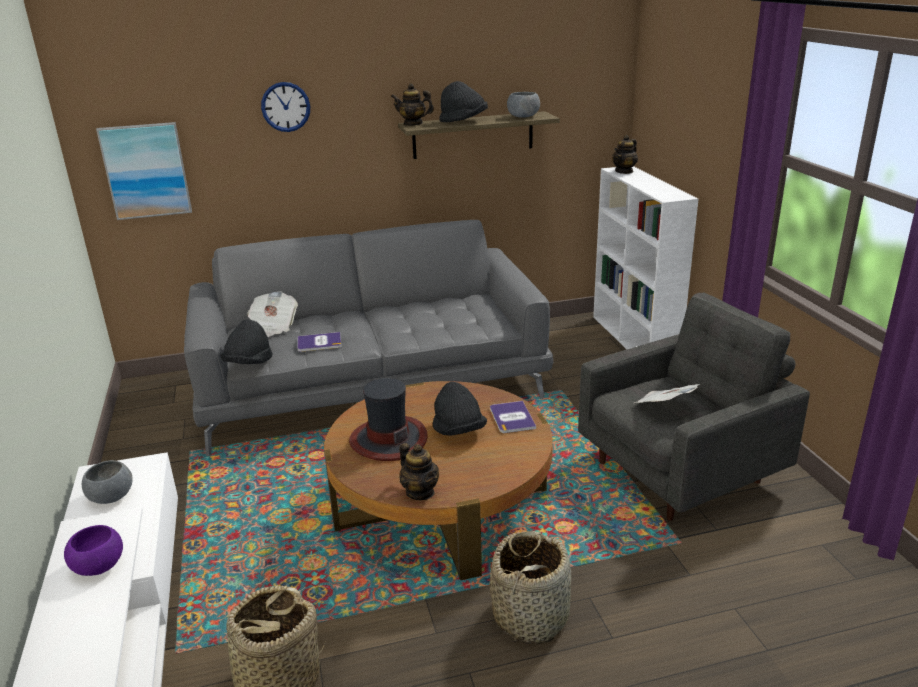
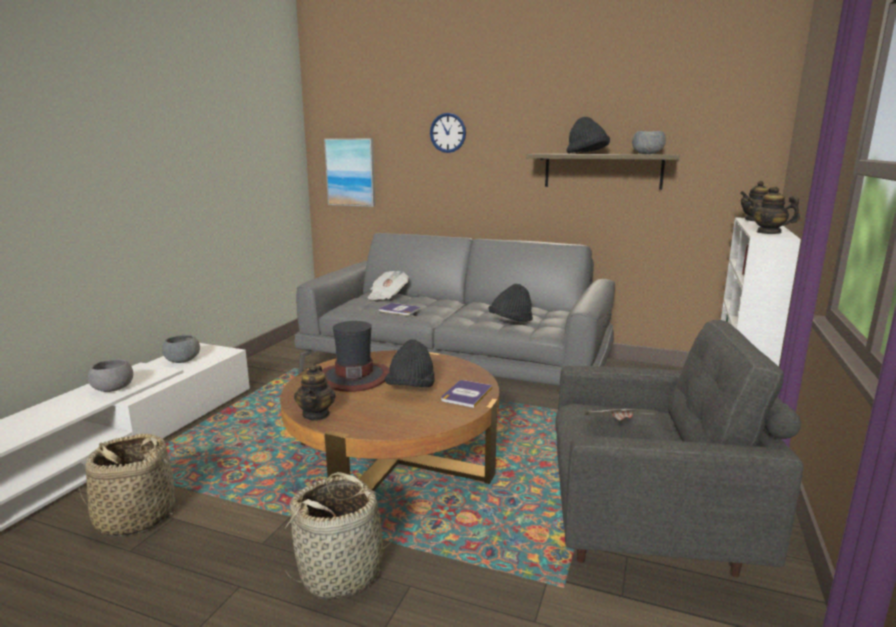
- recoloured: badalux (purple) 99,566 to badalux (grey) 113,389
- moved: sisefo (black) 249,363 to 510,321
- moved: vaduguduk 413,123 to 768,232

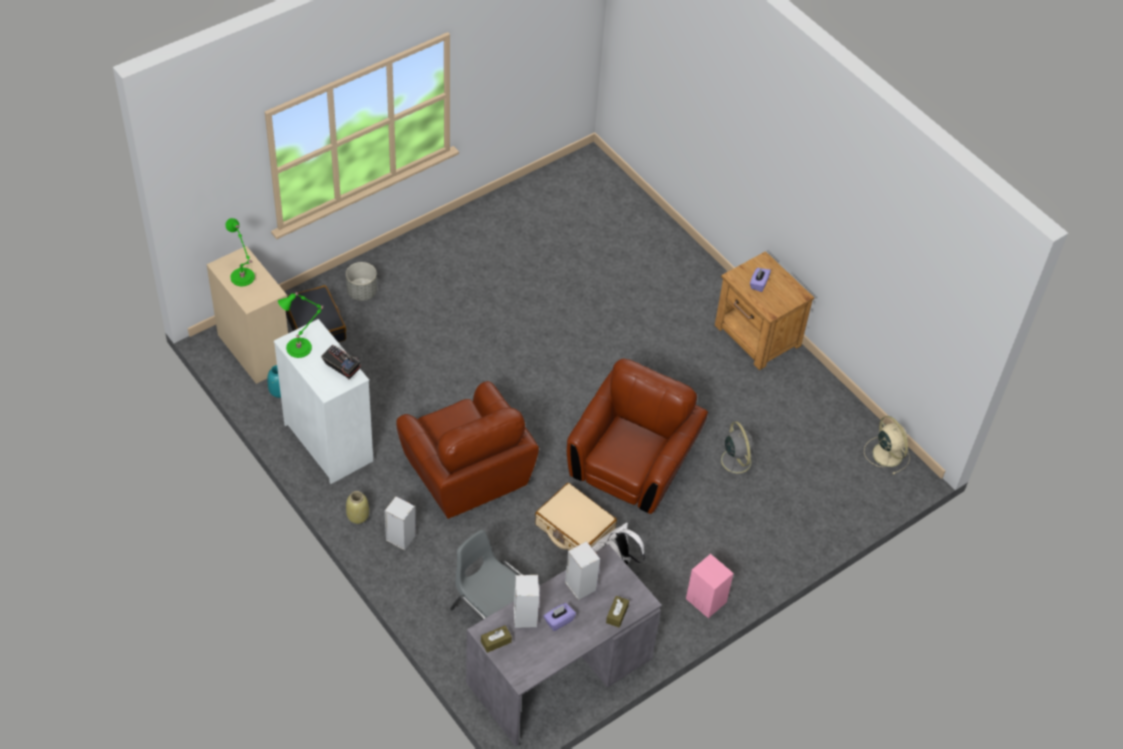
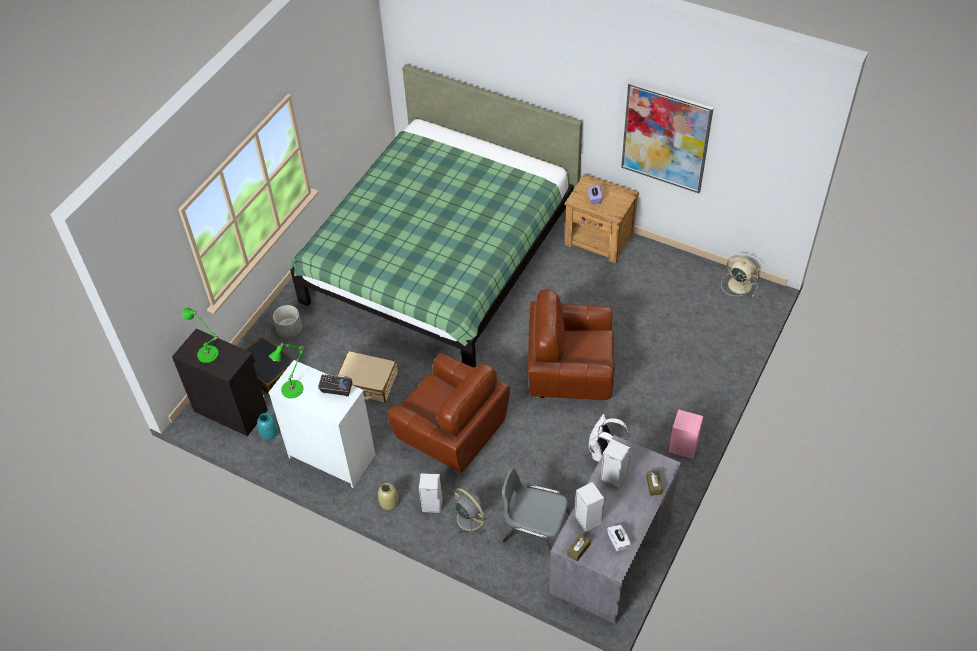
- recoloured: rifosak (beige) 255,349 to rifosak (black) 231,409
- added: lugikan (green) 440,258
- moved: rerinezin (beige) 574,528 to 367,382
- moved: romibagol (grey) 735,459 to 469,517
- turned: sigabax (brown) 631,466 = 569,372 90 degrees counterclockwise
- added: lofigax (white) 618,541
- added: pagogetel 665,138
- removed: lofigax (purple) 558,621

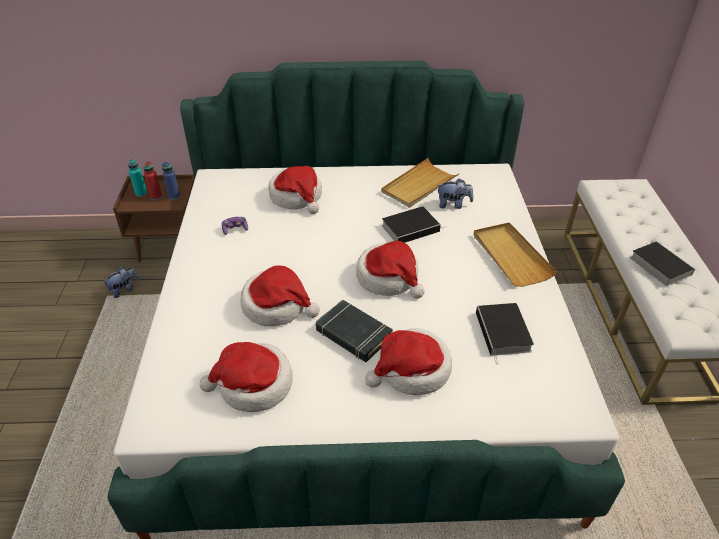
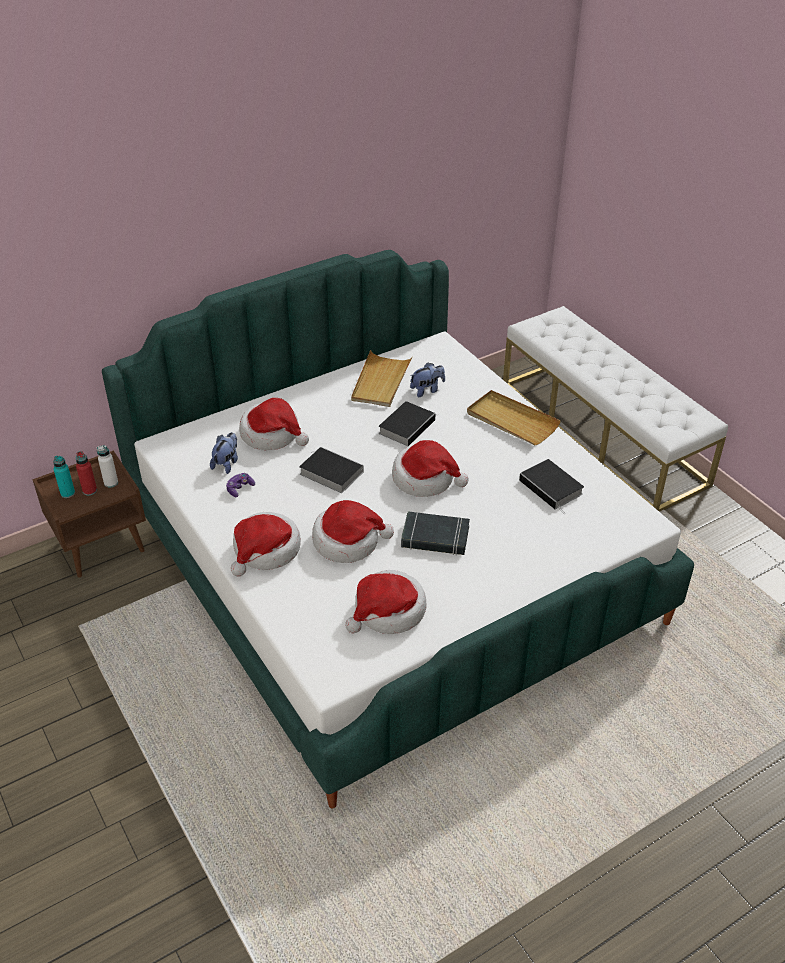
- recoloured: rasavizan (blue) 174,196 to rasavizan (white) 111,483
- moved: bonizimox 124,289 to 226,463
- moved: sisefo 411,370 to 266,550
- moved: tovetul 658,265 to 329,472

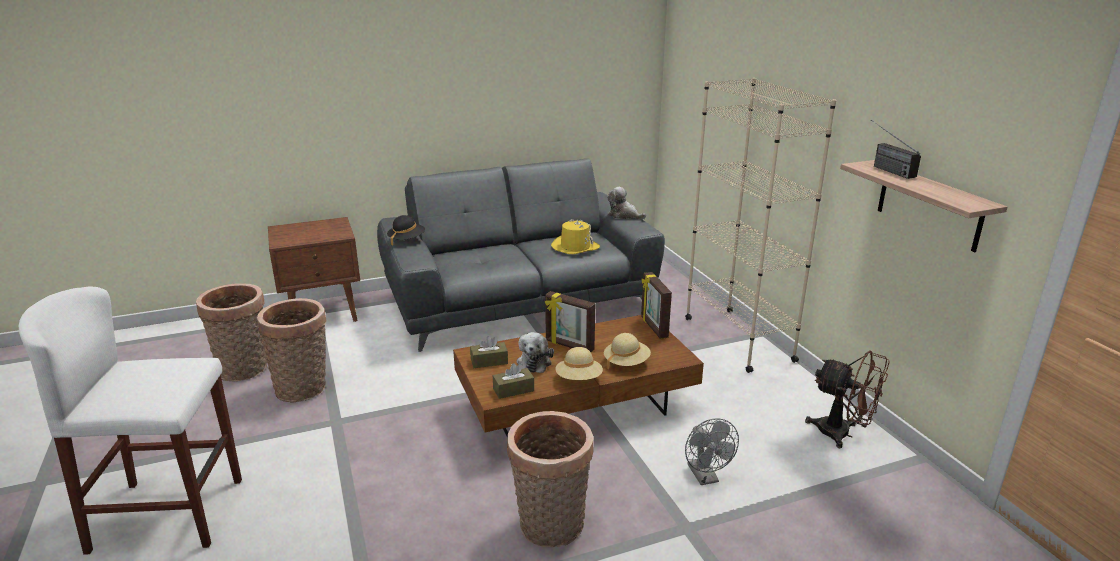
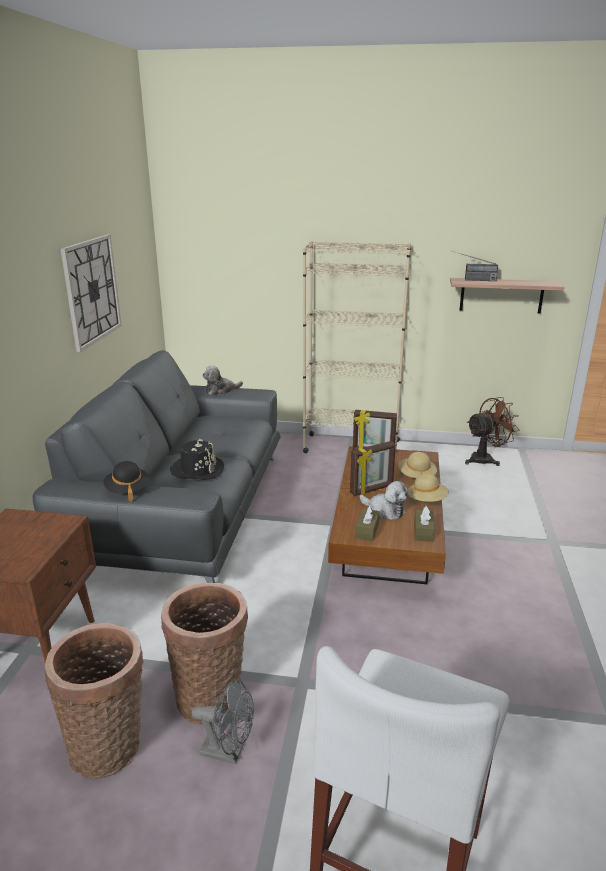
- added: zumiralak 92,291
- added: sisefo (black) 197,470
- moved: romibagol (grey) 705,477 to 228,751
- removed: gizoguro 550,528
- removed: sisefo (yellow) 575,247

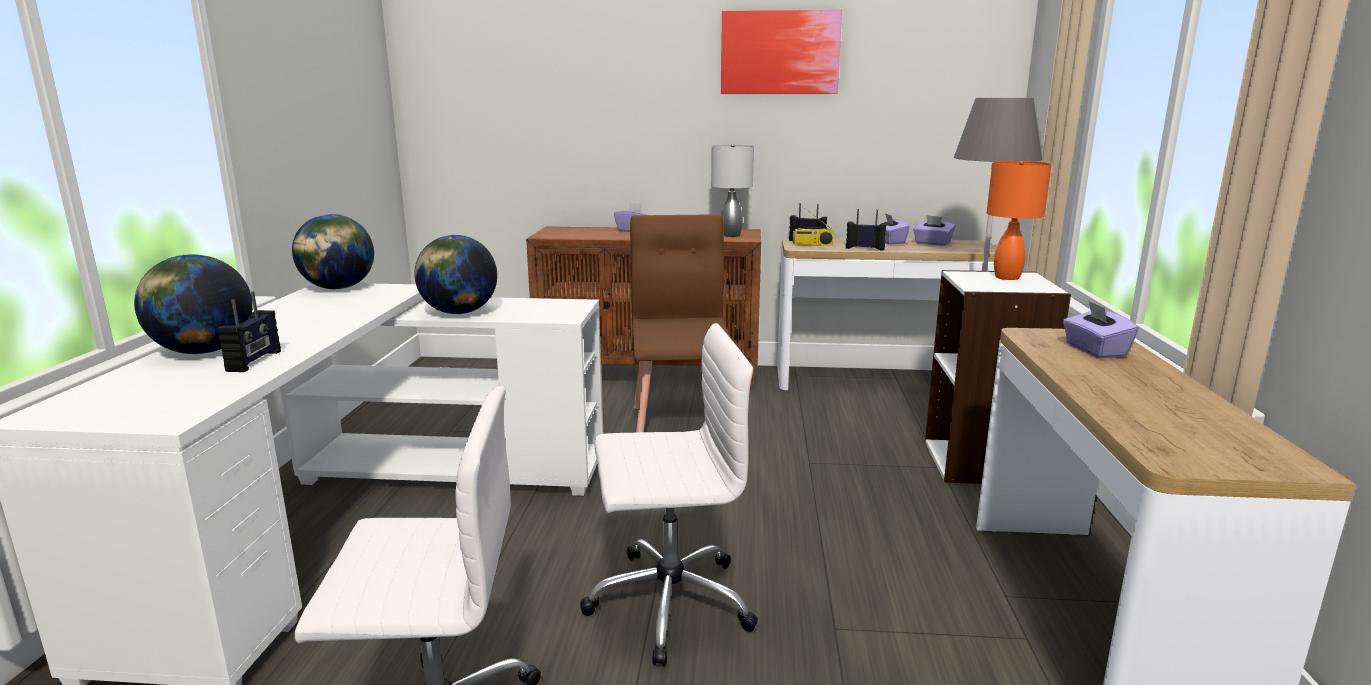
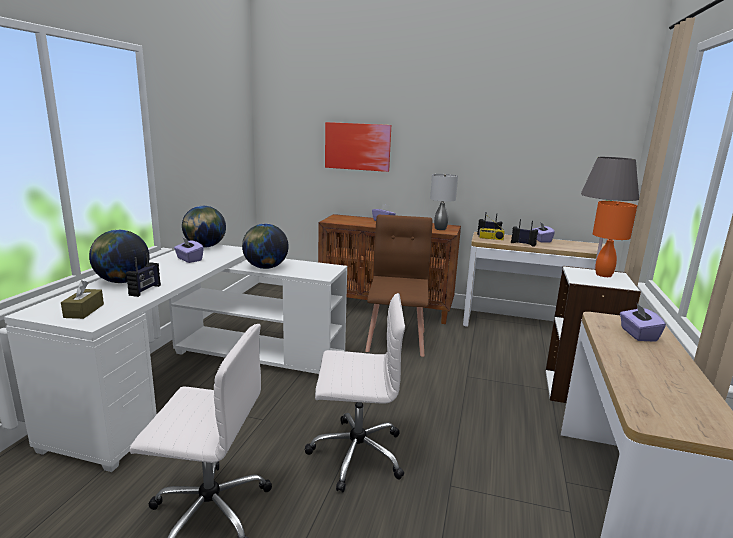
- added: lofigax (brown) 84,311
- moved: lofigax (purple) 932,243 to 189,259
- moved: pagogetel 780,53 to 357,146

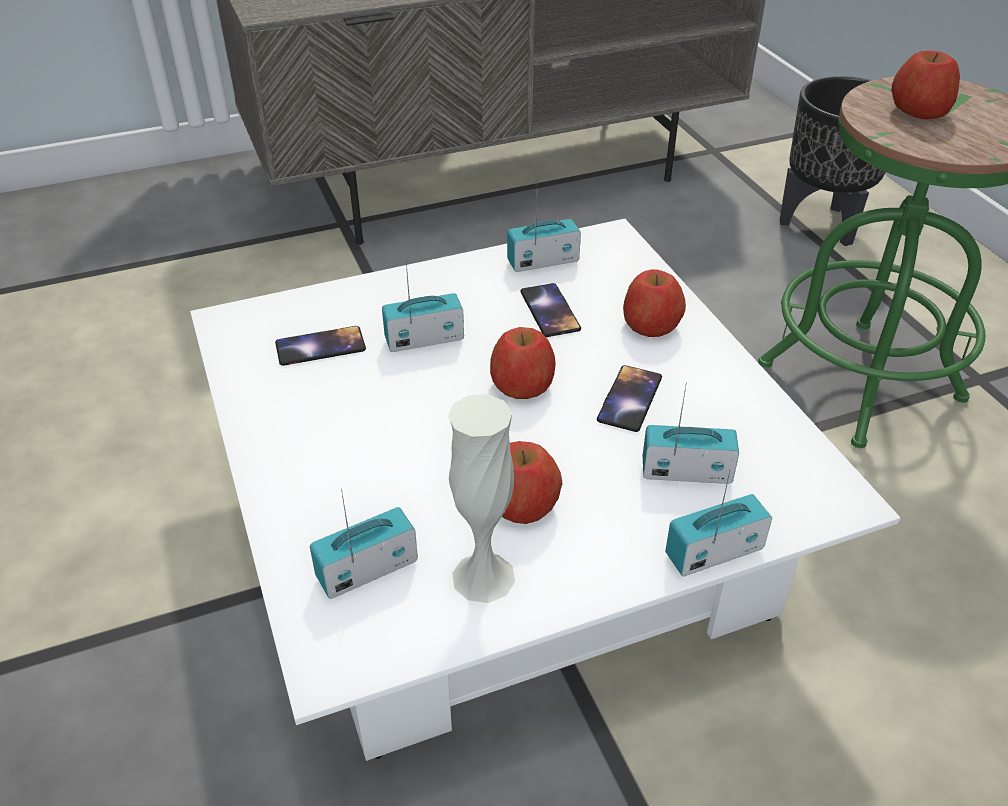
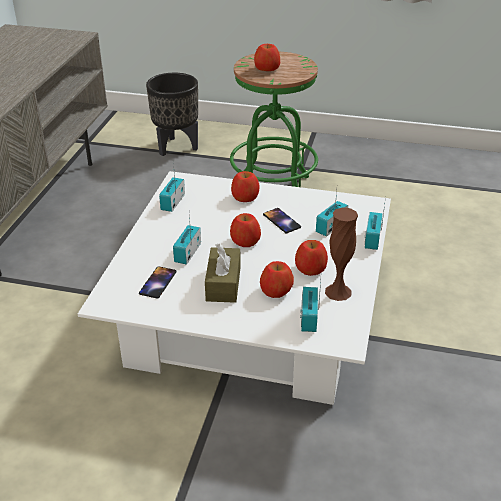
- added: lofigax (brown) 223,284
- added: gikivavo 276,291
- recoloured: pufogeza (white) 483,577 to pufogeza (brown) 338,292
- removed: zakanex 550,310

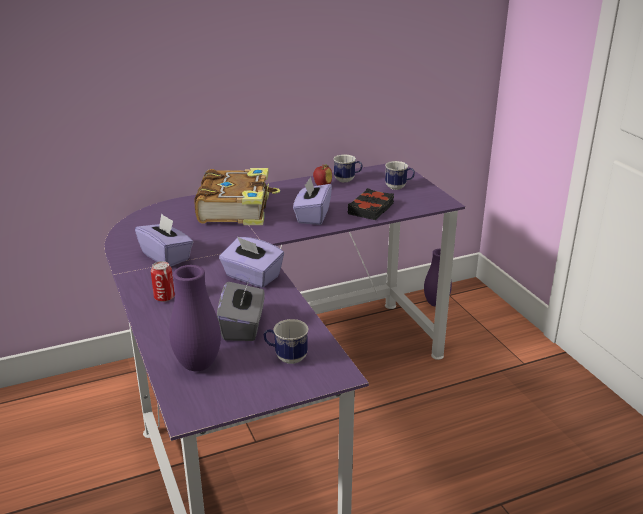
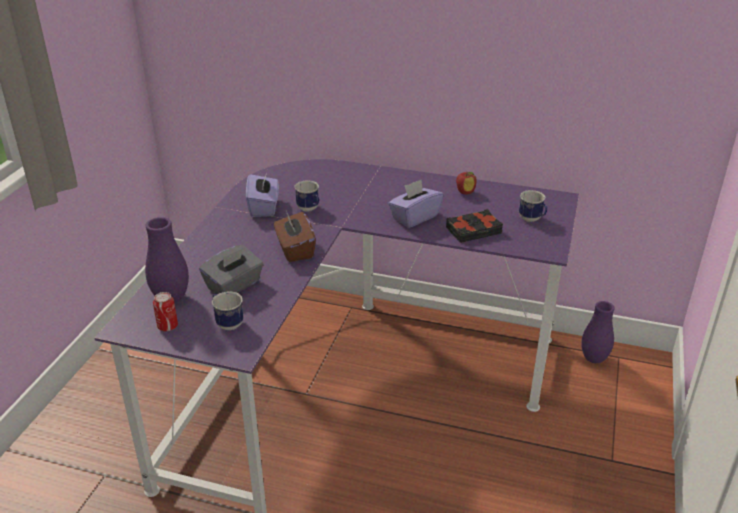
- moved: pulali 164,297 to 167,326
- recoloured: lofigax (purple) 252,277 to lofigax (brown) 295,250
- moved: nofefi 347,180 to 309,209
- removed: tovetul 236,208

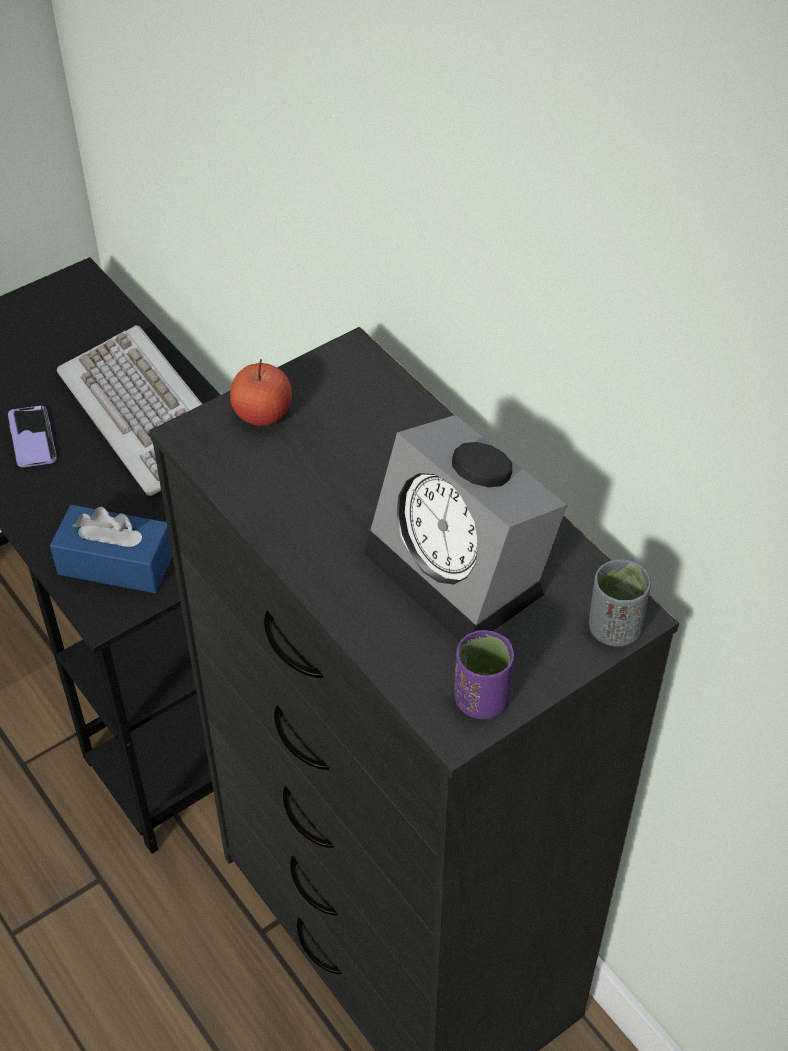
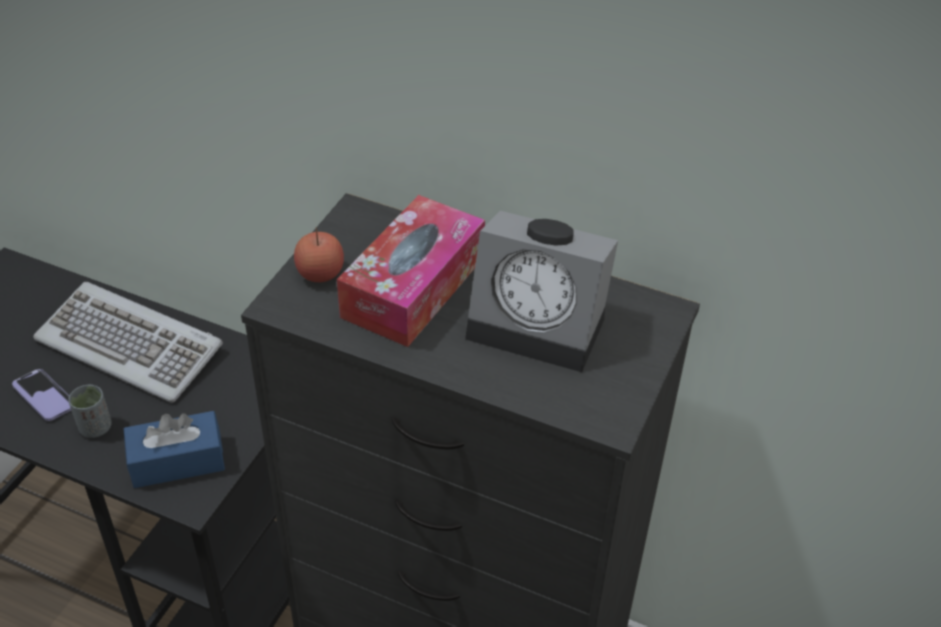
- moved: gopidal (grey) 614,628 to 95,427
- added: lofigax 413,287
- removed: gopidal (purple) 481,700

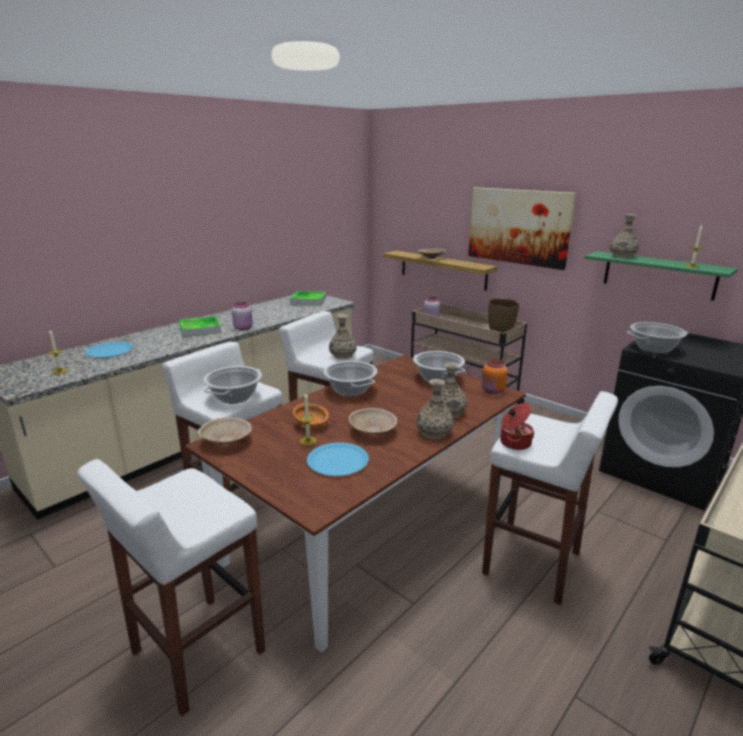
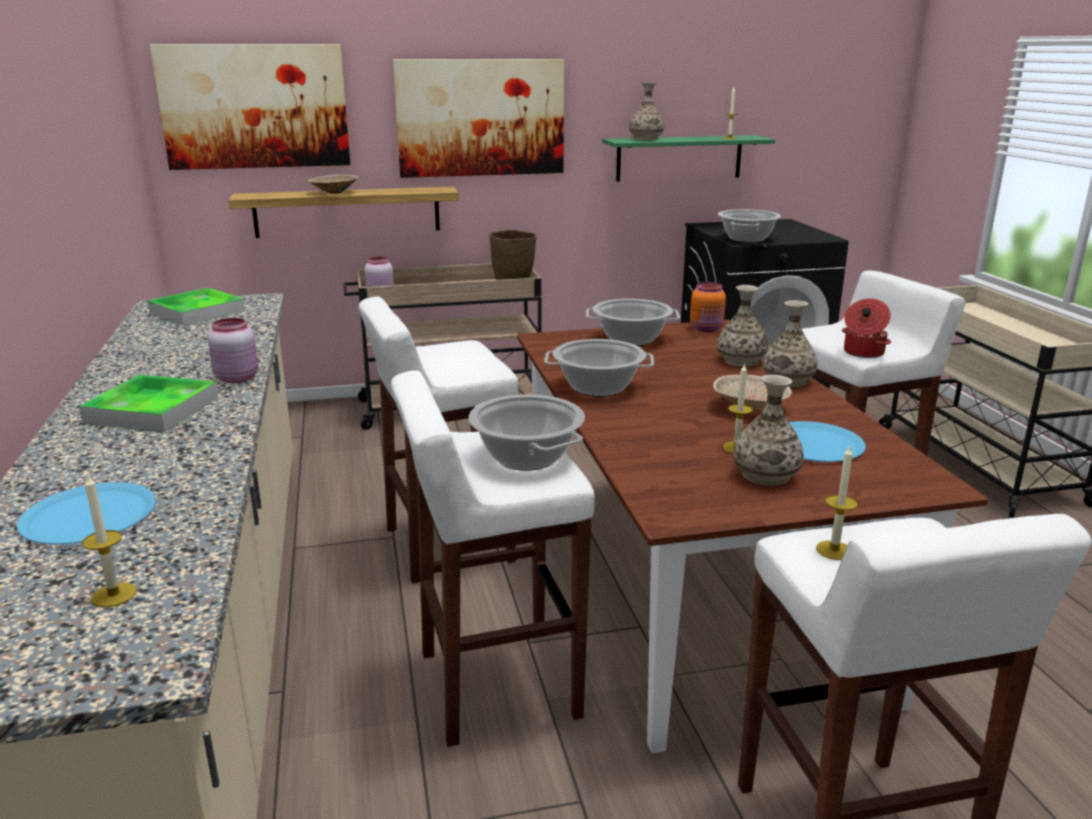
- added: pagogetel 255,106
- moved: pufogeza 343,356 to 766,475
- added: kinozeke 834,550
- removed: badalux (beige) 227,441
- removed: badalux (orange) 311,425

